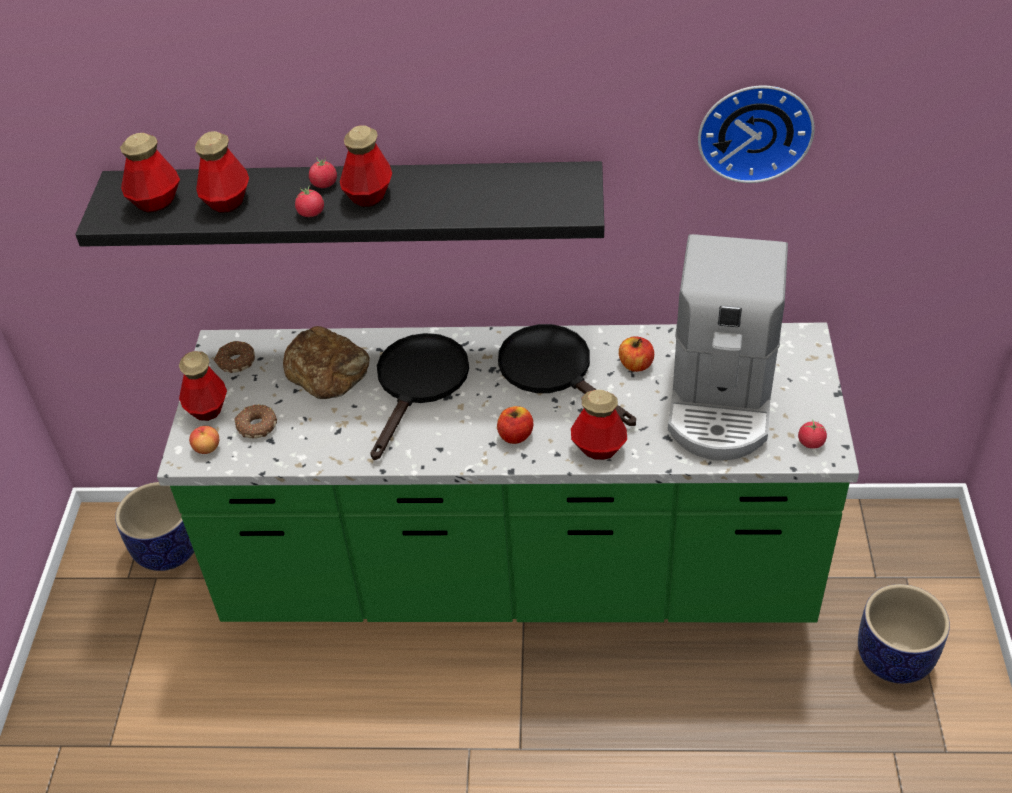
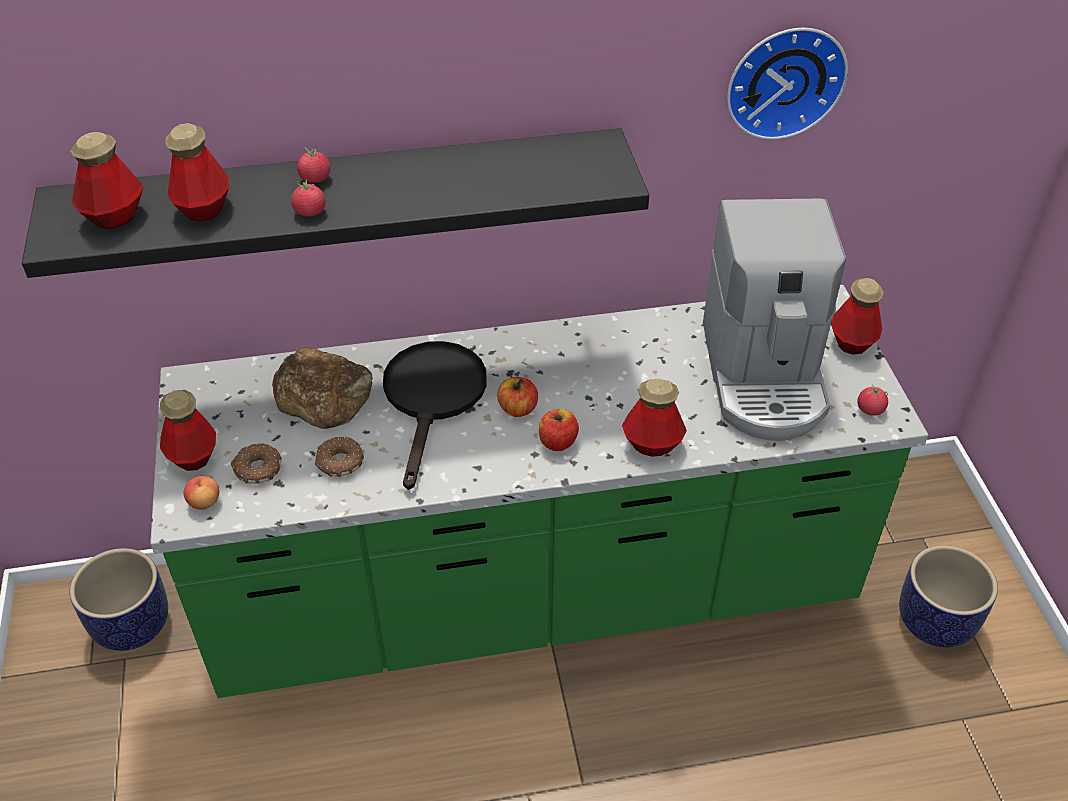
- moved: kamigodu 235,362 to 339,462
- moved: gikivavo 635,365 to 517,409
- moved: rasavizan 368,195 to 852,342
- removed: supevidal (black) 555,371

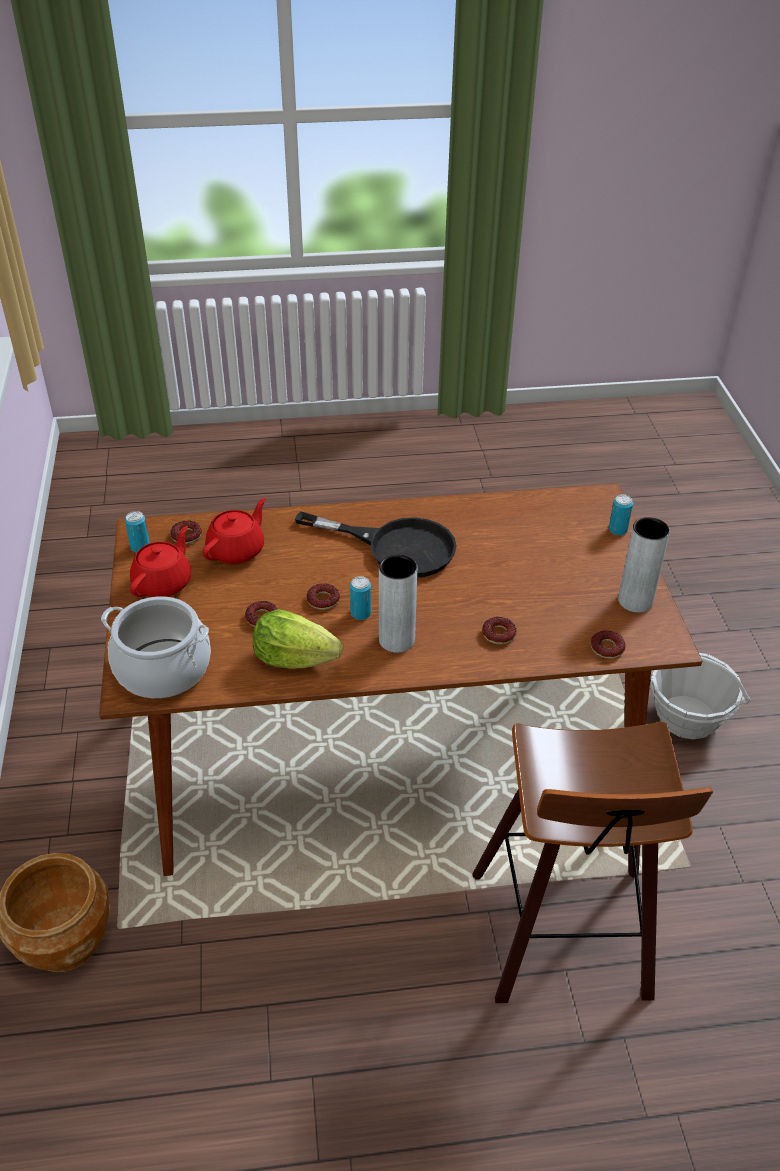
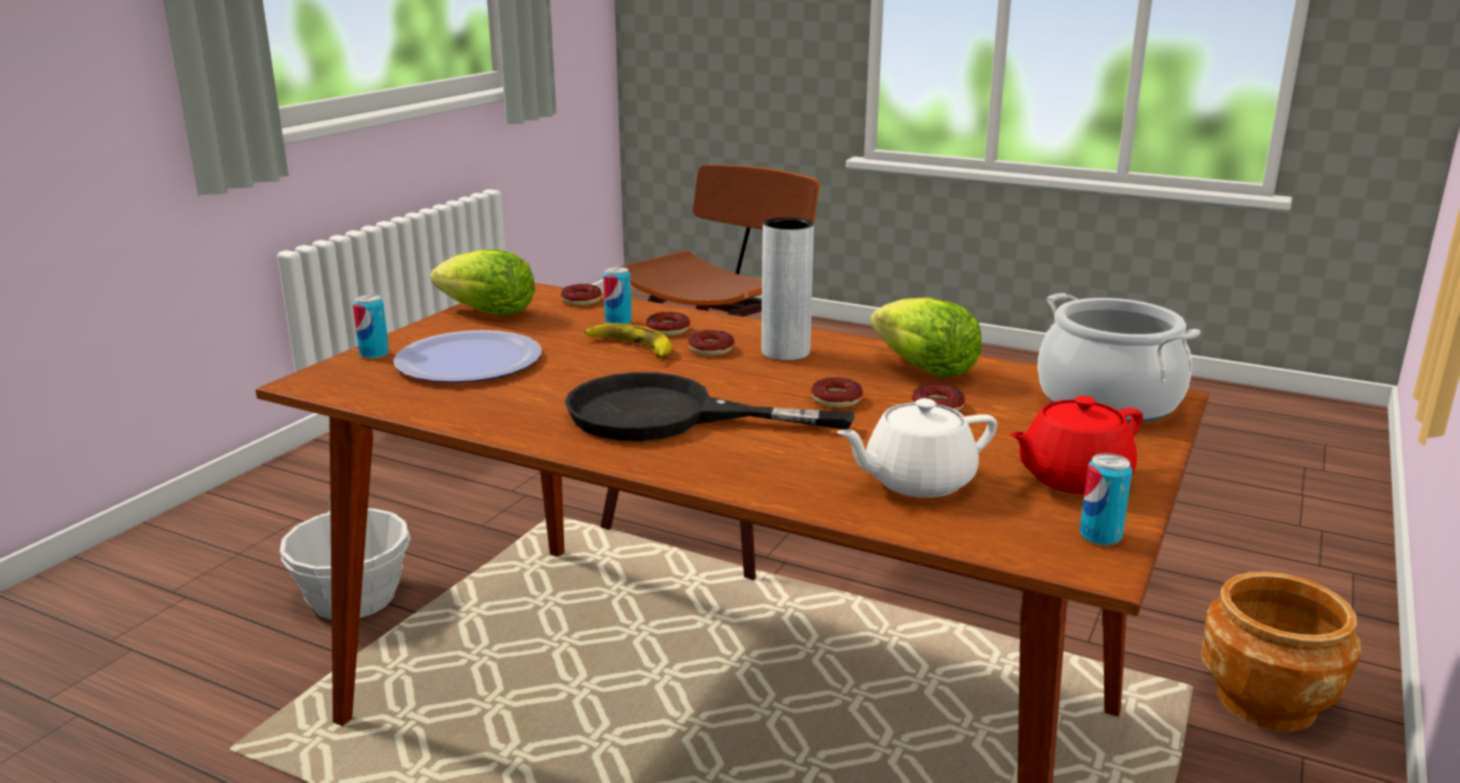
- added: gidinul 468,361
- replaced: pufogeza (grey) 635,601 to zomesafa 488,313
- turned: supevidal (black) 396,547 = 667,416 45 degrees counterclockwise
- added: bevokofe 631,347
- moved: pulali 360,613 to 618,322
- moved: kamigodu 186,536 to 711,349
- recoloured: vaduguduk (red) 237,550 to vaduguduk (white) 916,481

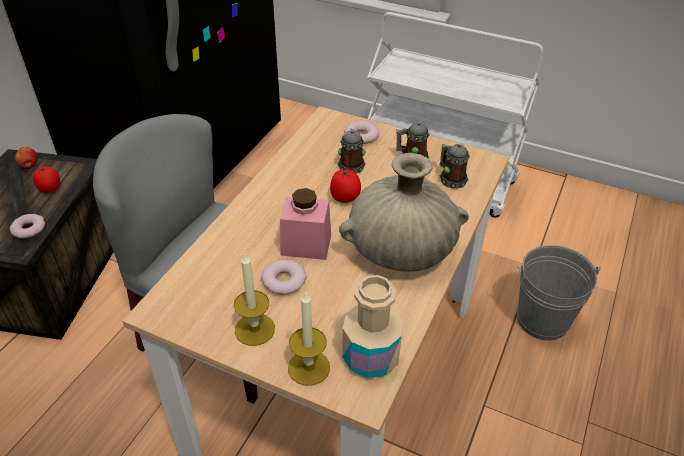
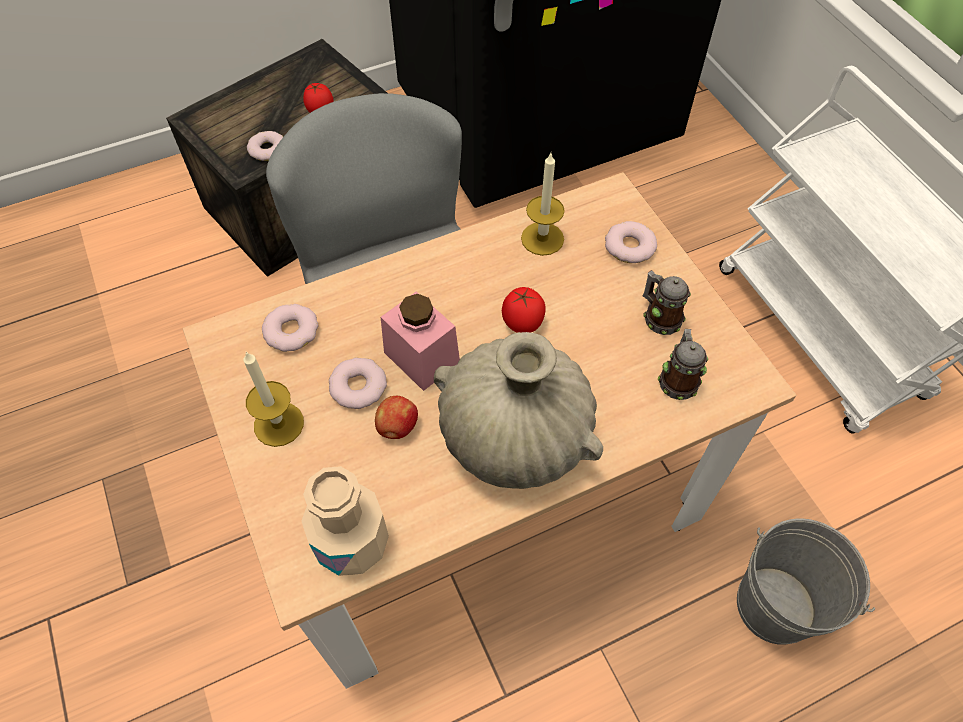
- added: kamigodu 291,331
- moved: gikivavo 29,166 to 397,427
- moved: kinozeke 309,367 to 542,238
- removed: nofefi 351,164

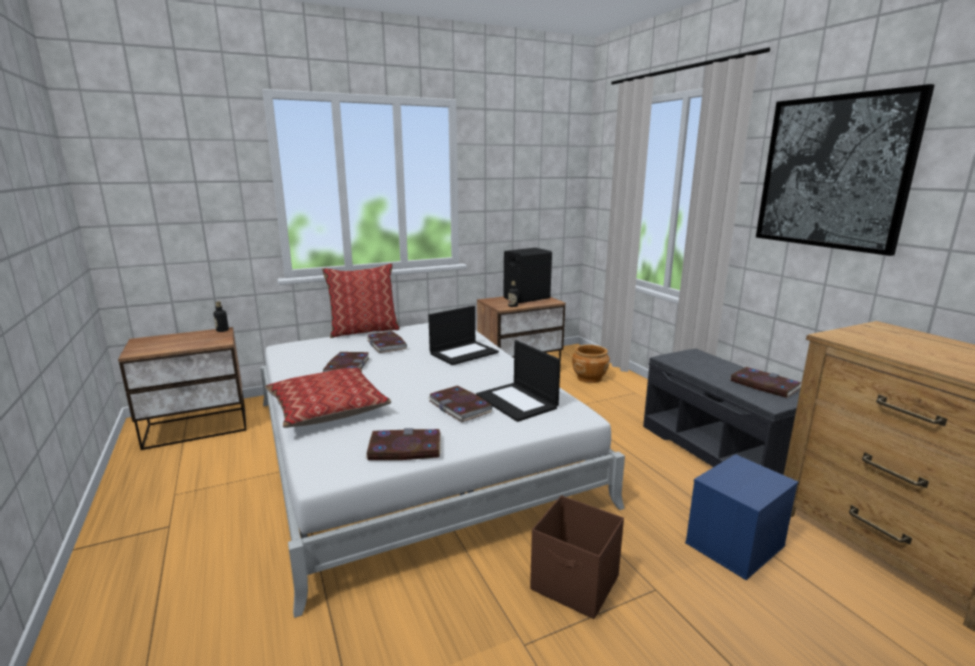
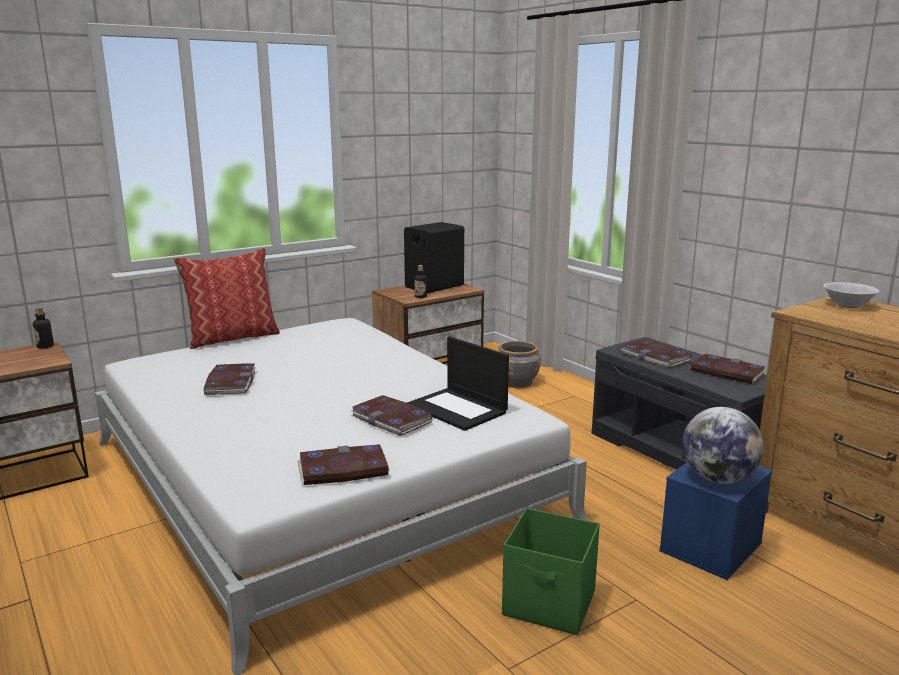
- recoloured: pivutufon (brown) 589,378 to pivutufon (grey) 517,382
- recoloured: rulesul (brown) 575,584 to rulesul (green) 550,604
- moved: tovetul 387,344 to 656,357
- added: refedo 718,479
- added: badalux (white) 847,305
- removed: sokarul 328,408
- removed: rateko 464,353
- removed: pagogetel 833,172

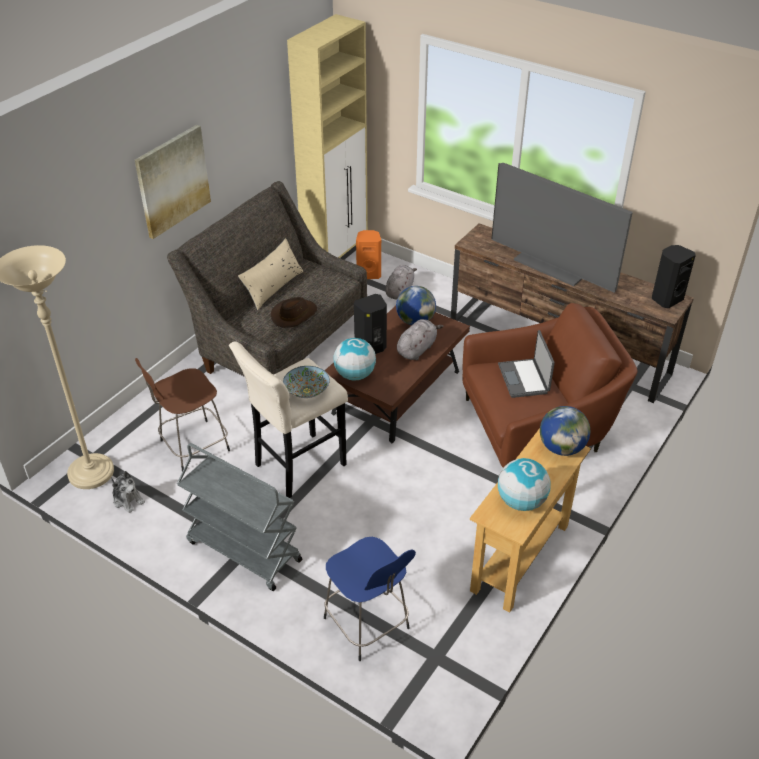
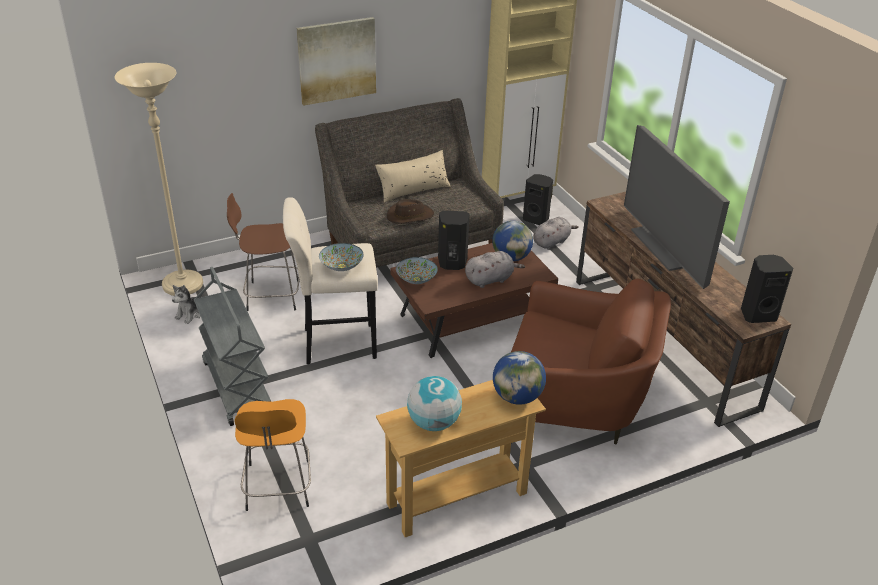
- turned: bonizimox 128,500 = 190,314 45 degrees clockwise
- recoloured: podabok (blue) 368,625 to podabok (orange) 278,487
- replaced: refedo 354,375 to badalux 416,279
- recoloured: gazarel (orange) 369,274 to gazarel (black) 536,219
- removed: rateko 524,379

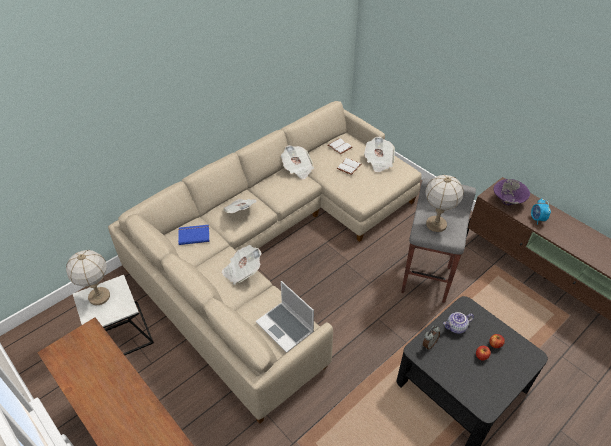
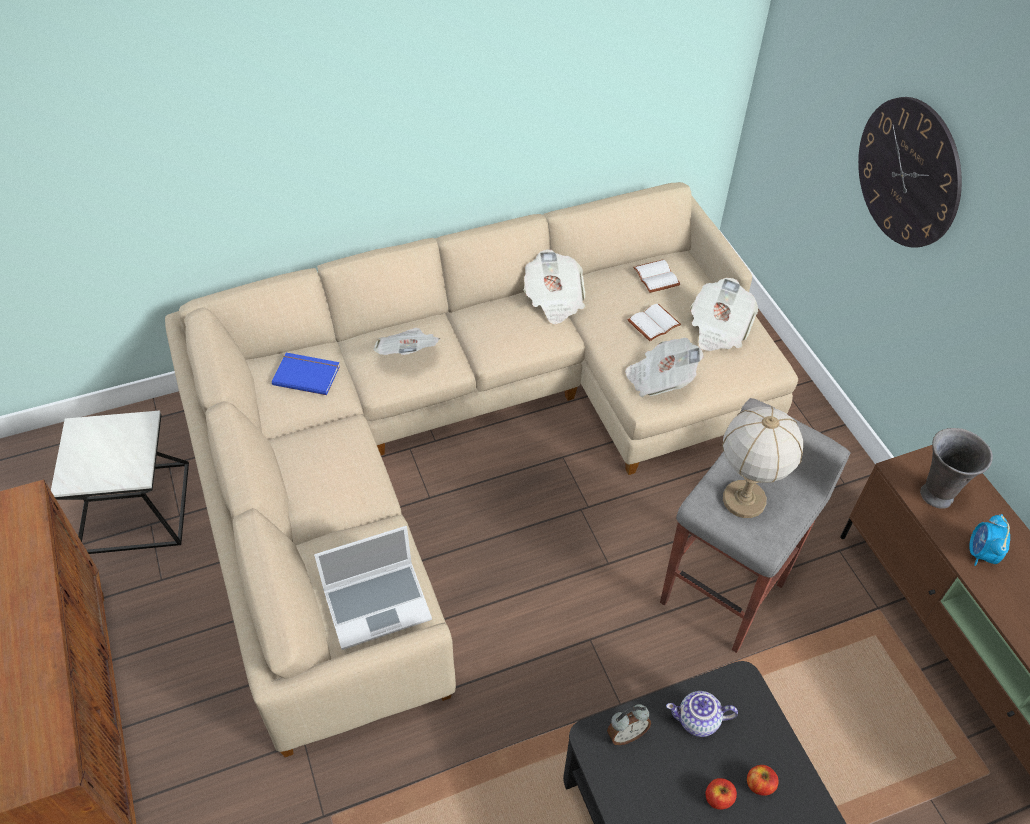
- turned: rateko 286,327 = 378,604 90 degrees counterclockwise
- moved: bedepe 242,271 to 660,379
- added: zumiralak 908,173
- replaced: badalux (purple) 507,201 to pufogeza (grey) 935,495
- removed: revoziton 99,297

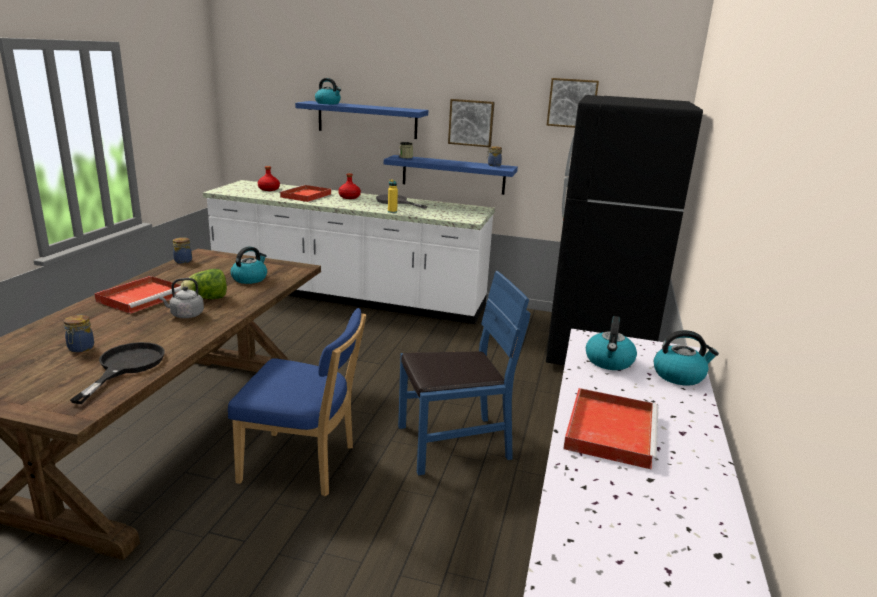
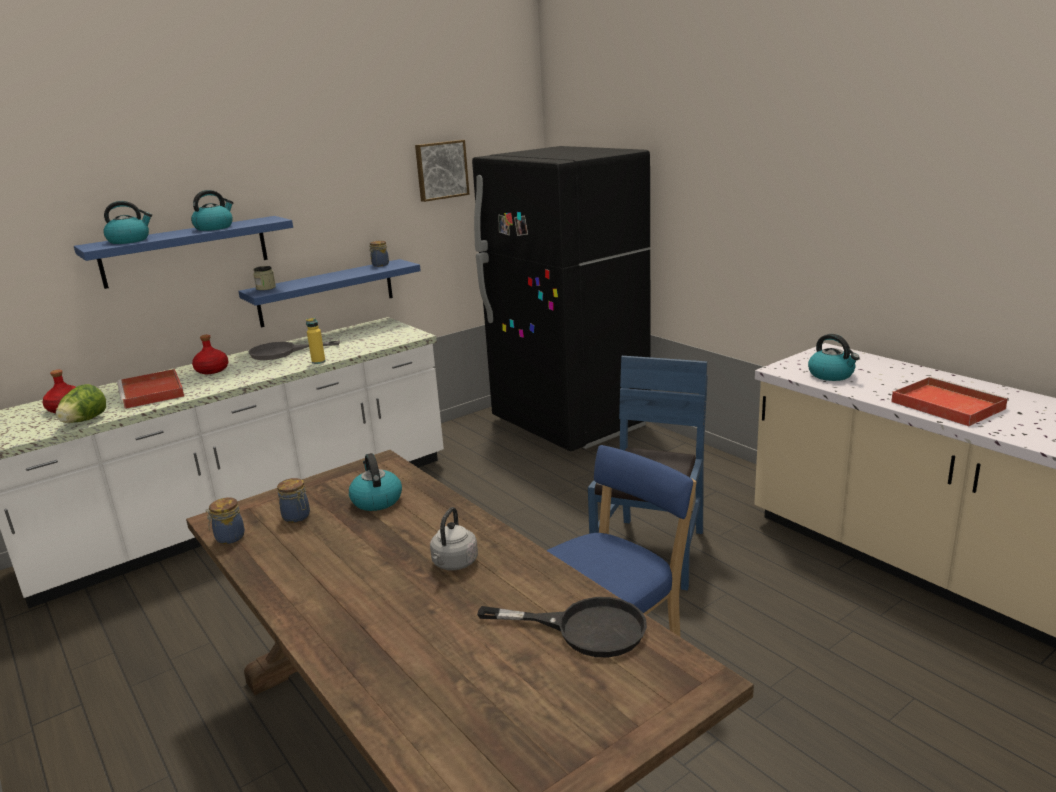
- moved: zomesafa 207,298 to 84,421
- moved: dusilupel 679,375 to 214,227
- moved: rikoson 80,348 to 297,517
- turned: supevidal (black) 125,366 = 584,628 150 degrees clockwise
- removed: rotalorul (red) 142,297
- removed: pagogetel 471,122

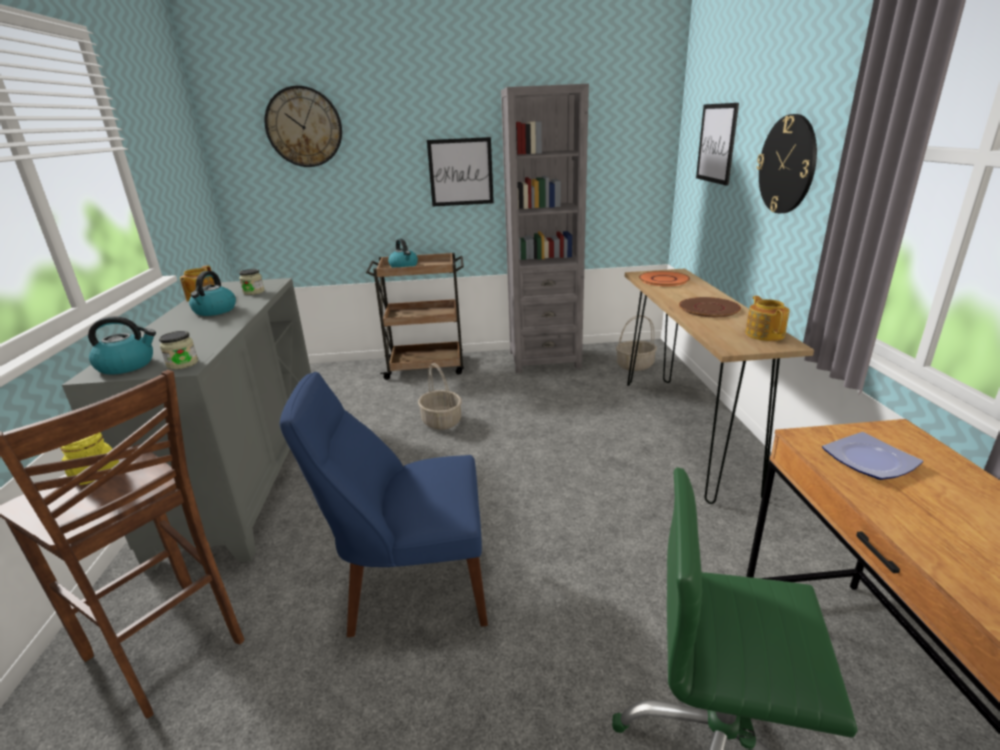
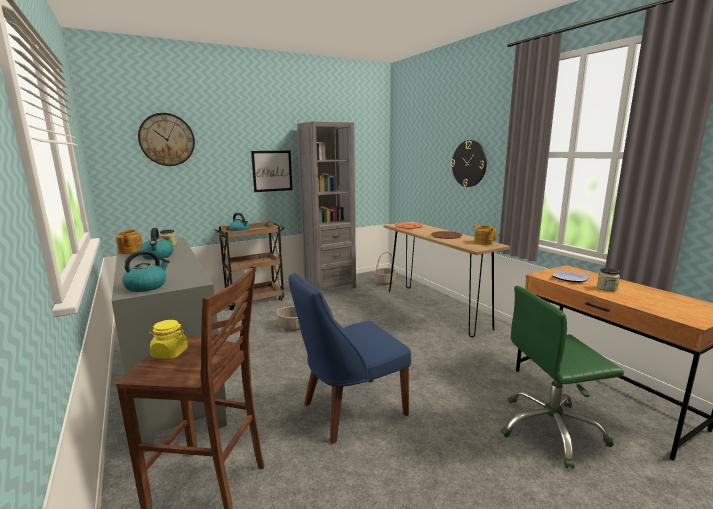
- moved: rikoson 182,364 to 607,288
- removed: pagogetel 716,143

